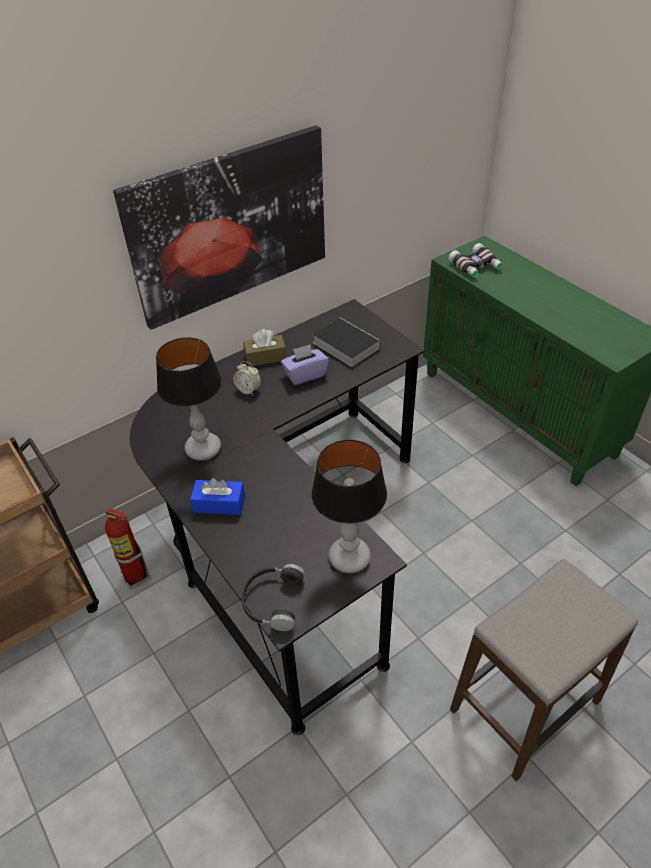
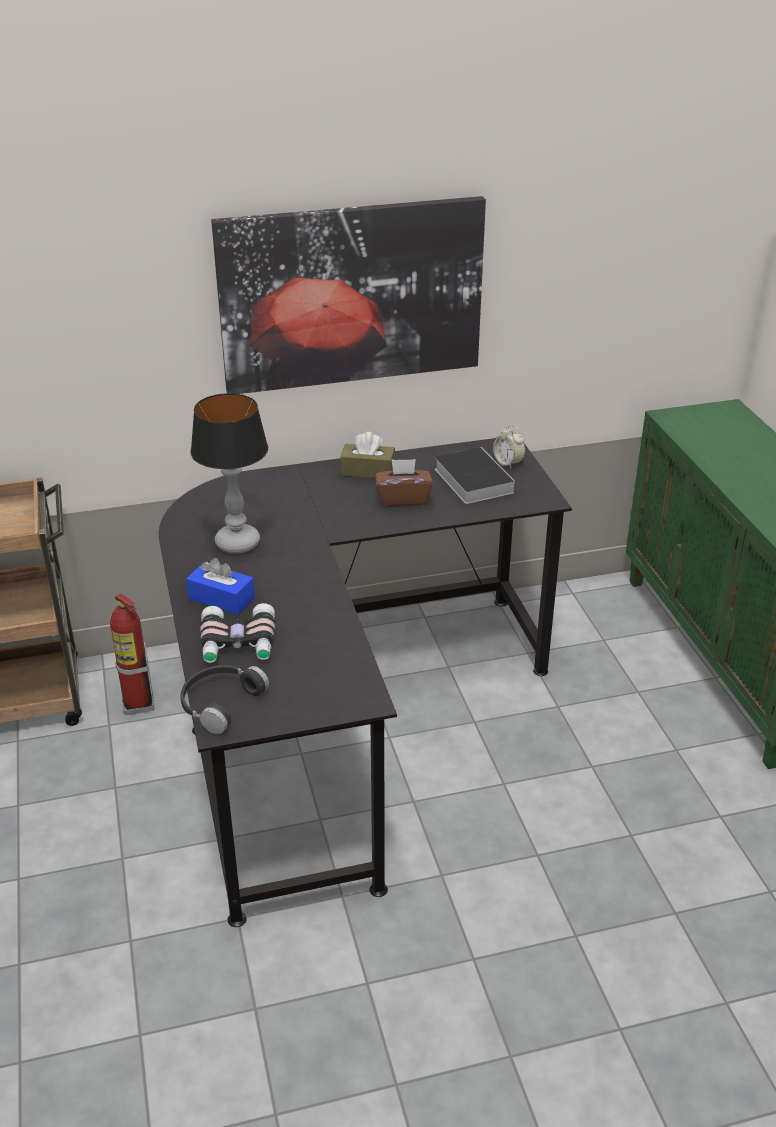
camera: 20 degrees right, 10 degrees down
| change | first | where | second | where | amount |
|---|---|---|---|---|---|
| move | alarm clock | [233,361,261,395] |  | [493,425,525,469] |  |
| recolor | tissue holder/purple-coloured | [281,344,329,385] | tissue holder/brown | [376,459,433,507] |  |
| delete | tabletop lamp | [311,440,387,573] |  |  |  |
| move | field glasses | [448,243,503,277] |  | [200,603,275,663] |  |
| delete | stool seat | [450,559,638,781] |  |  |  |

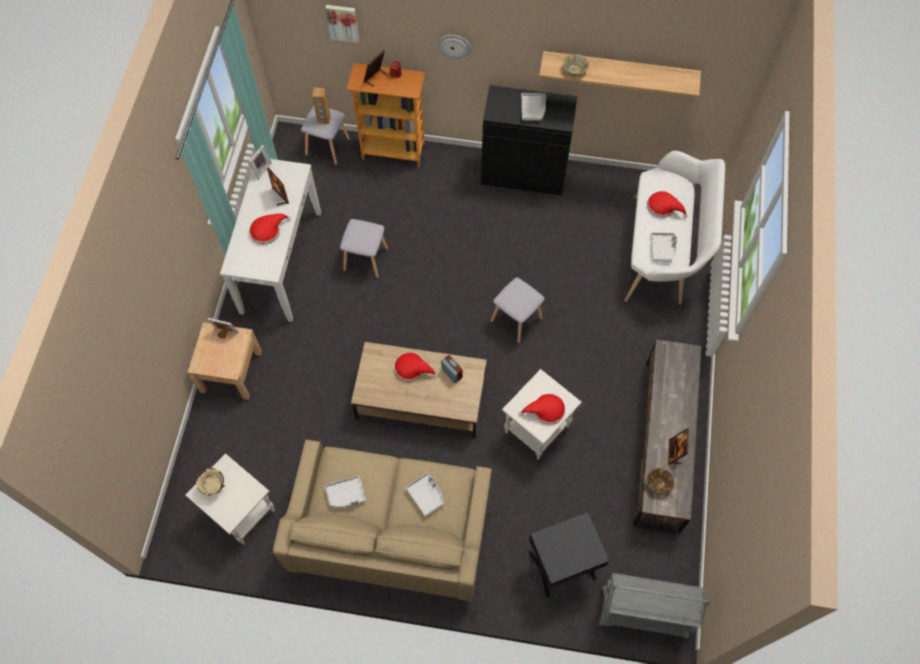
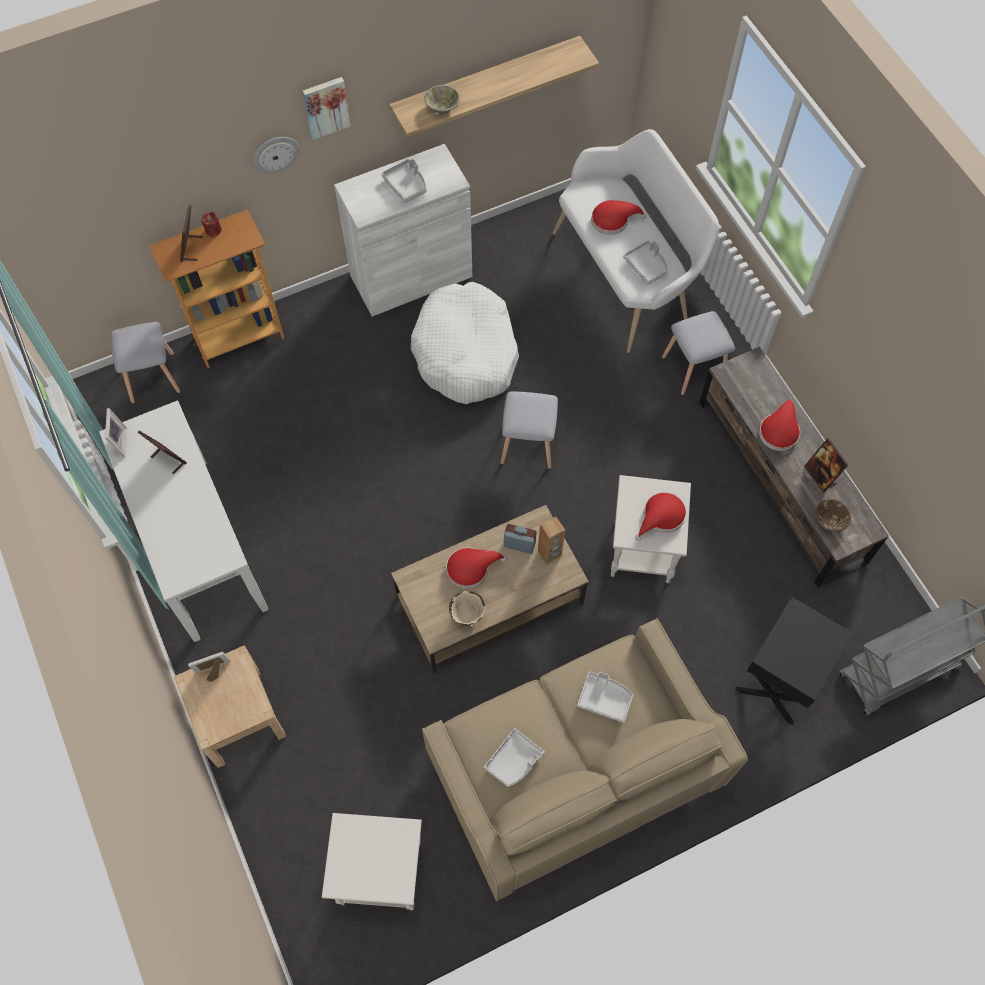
camera: 35 degrees left, 0 degrees up
| change | first | where | second | where | amount |
|---|---|---|---|---|---|
| move | serving bowl/beige-coloured | [196,468,225,496] |  | [449,591,485,628] |  |
| move | wearable hat/red | [249,213,291,245] |  | [759,400,800,451] |  |
| move | audio speaker/brown | [312,87,331,124] |  | [538,516,565,564] |  |
| move | picture | [325,5,359,43] |  | [303,77,351,140] |  |
| move | stool seat/grey | [340,219,388,279] |  | [662,311,735,395] |  |
| recolor | storage cabinet/blackish | [481,85,577,195] | storage cabinet/white | [334,144,472,317] |  |
| insert |  |  | dog cushion/white | [411,282,519,404] |  |

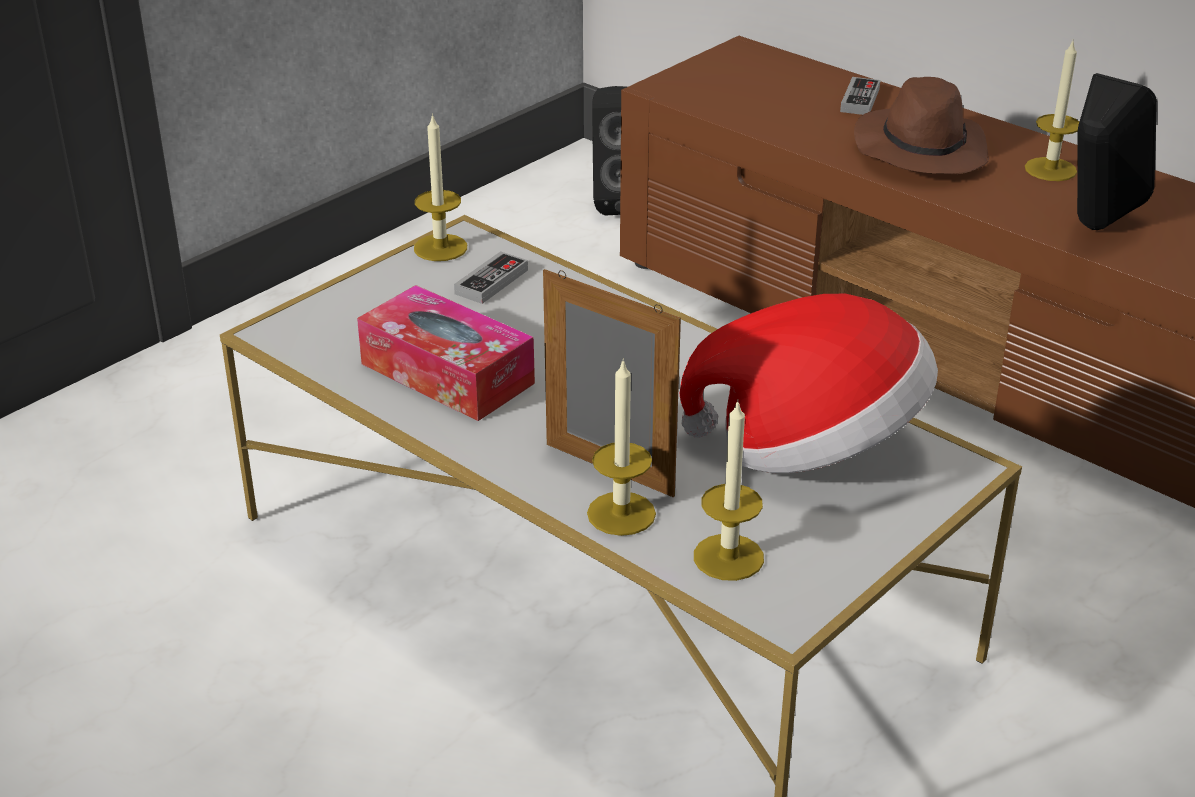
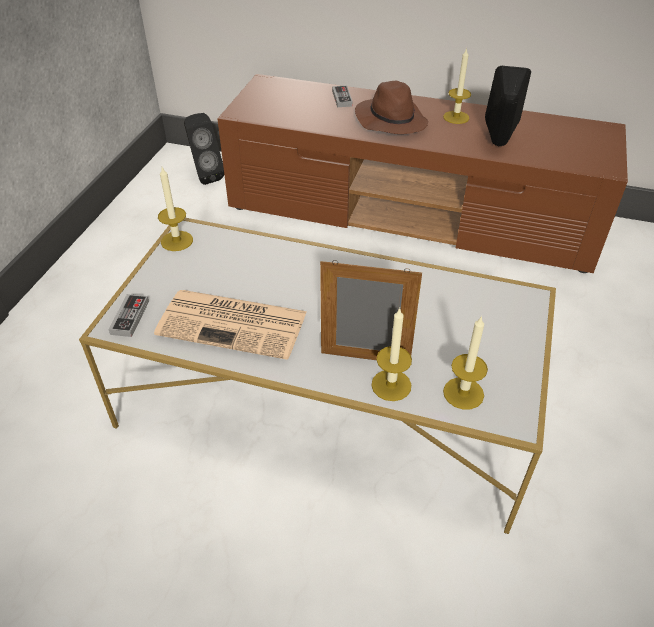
camera: 25 degrees left, 10 degrees up
| change | first | where | second | where | amount |
|---|---|---|---|---|---|
| replace | tissue holder | [357,285,535,421] | printed paper | [154,290,307,360] |  |
| move | game controller | [454,251,528,304] |  | [108,294,149,337] |  |
| delete | wearable hat | [680,294,938,473] |  |  |  |

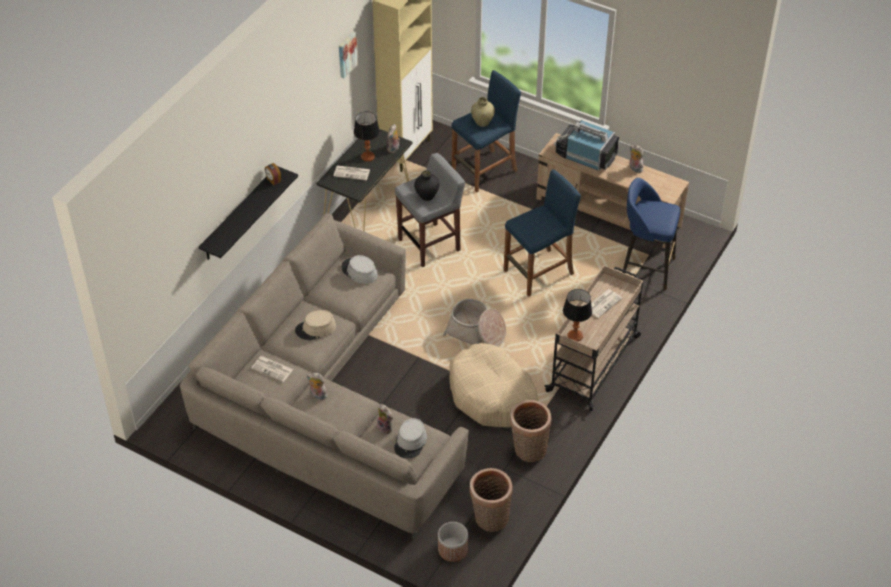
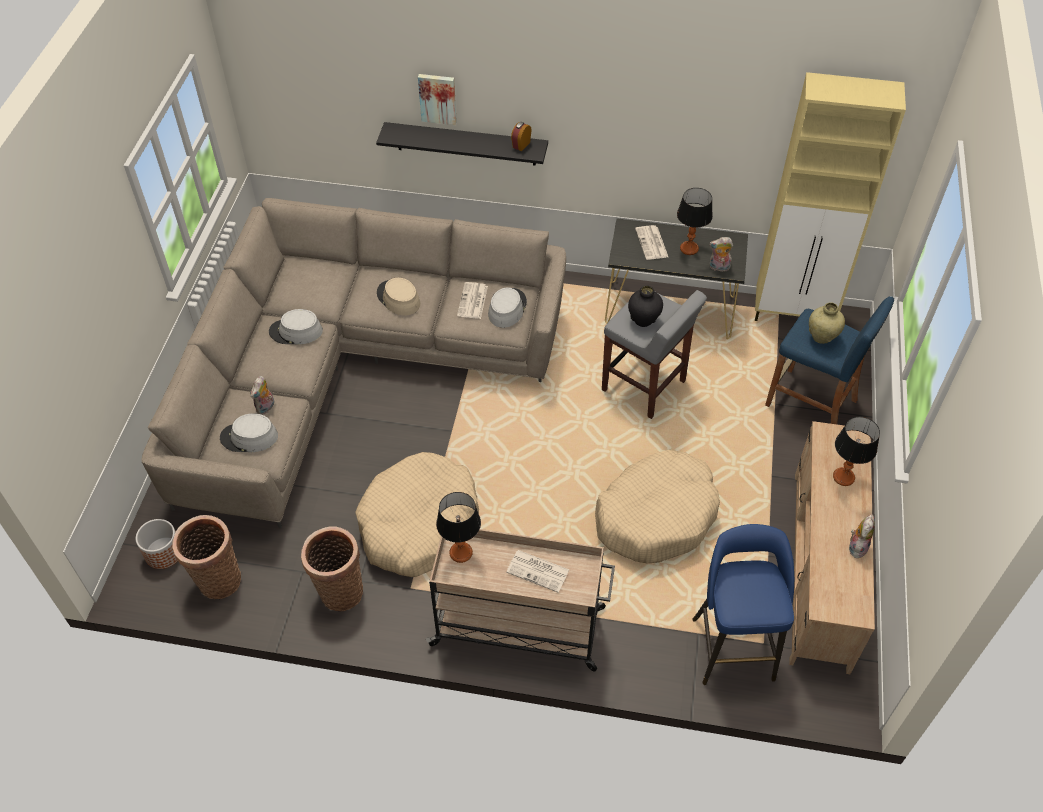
camera: 70 degrees right, 5 degrees up
| change | first | where | second | where | amount |
|---|---|---|---|---|---|
| move | printed paper | [251,356,293,382] |  | [457,282,488,319] |  |
| replace | cuddly toy | [307,373,328,400] | wearable hat/grey | [269,309,323,345] |  |
| move | picture | [339,31,358,78] |  | [418,74,457,125] |  |
| delete | household basket | [443,299,506,347] |  |  |  |
| replace | stool seat/blue | [504,169,581,297] | dog cushion/beige-coloured | [595,449,720,563] |  |
| replace | TV | [554,120,619,171] | tabletop lamp | [833,417,880,486] |  |

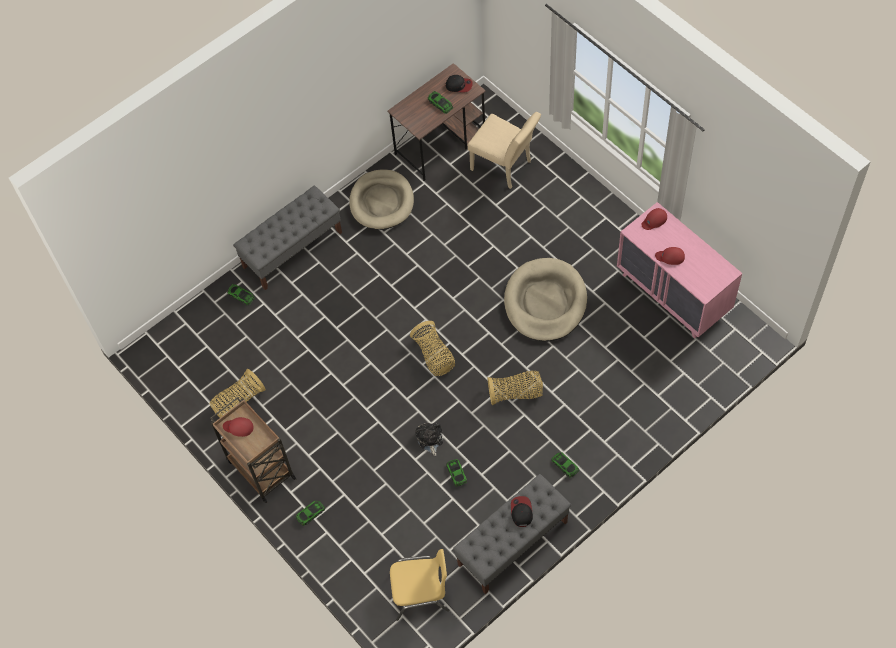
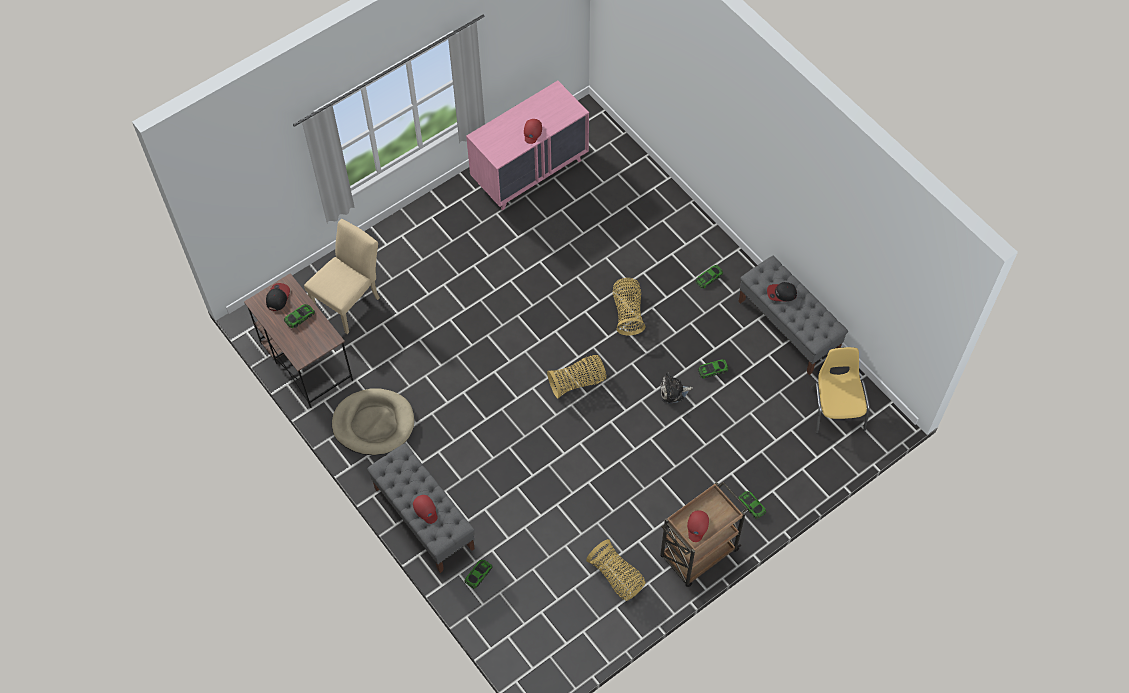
camera: 90 degrees left, 0 degrees up
| change | first | where | second | where | amount |
|---|---|---|---|---|---|
| delete | dog cushion/beige-coloured | [504,258,587,342] |  |  |  |
| move | cap/red | [641,208,667,230] |  | [413,495,438,524] |  |

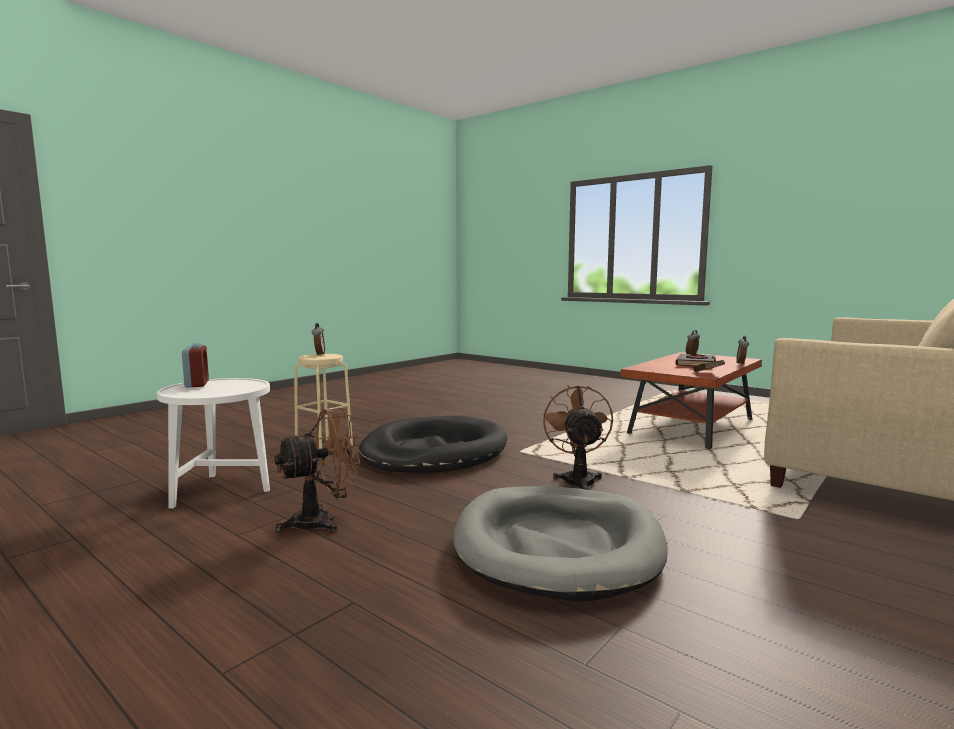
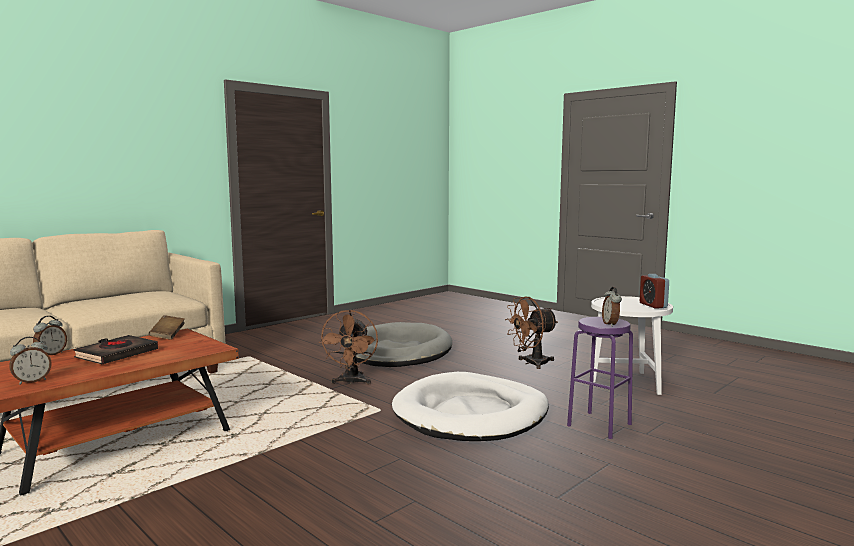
camera: 175 degrees left, 0 degrees up
| change | first | where | second | where | amount |
|---|---|---|---|---|---|
| recolor | stool seat/beige-coloured | [294,354,353,449] | stool seat/purple-coloured | [567,317,633,439] |  |
| recolor | dog cushion/blackish | [359,416,507,473] | dog cushion/white | [392,372,549,441] |  |

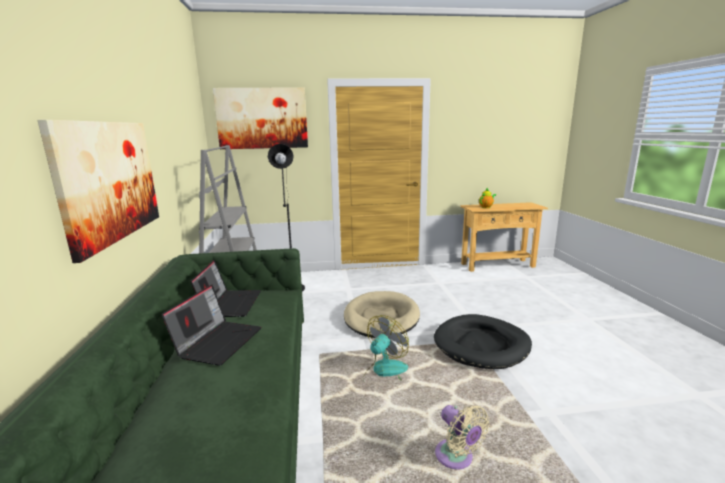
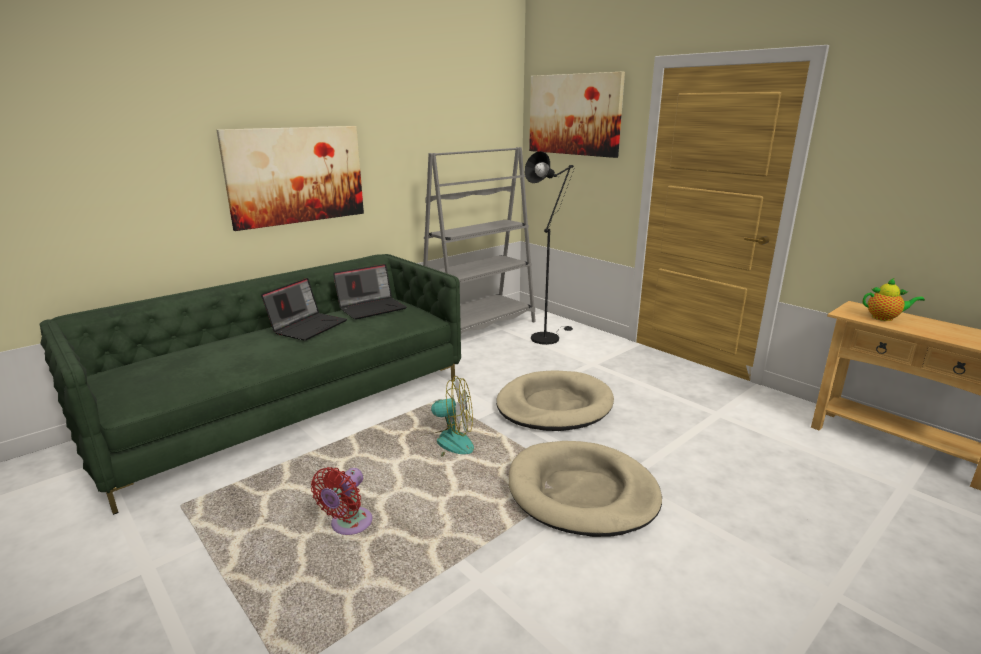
camera: 55 degrees right, 5 degrees up
| change | first | where | second | where | amount |
|---|---|---|---|---|---|
| rotate | laptop | [161,284,261,366] |  | [261,278,347,341] | 45 degrees counterclockwise |
| recolor | dog cushion/blackish | [434,314,532,369] | dog cushion/beige-coloured | [509,441,662,537] |  |
| recolor | electric fan/beige-coloured | [435,405,489,470] | electric fan/red | [311,467,372,535] |  |

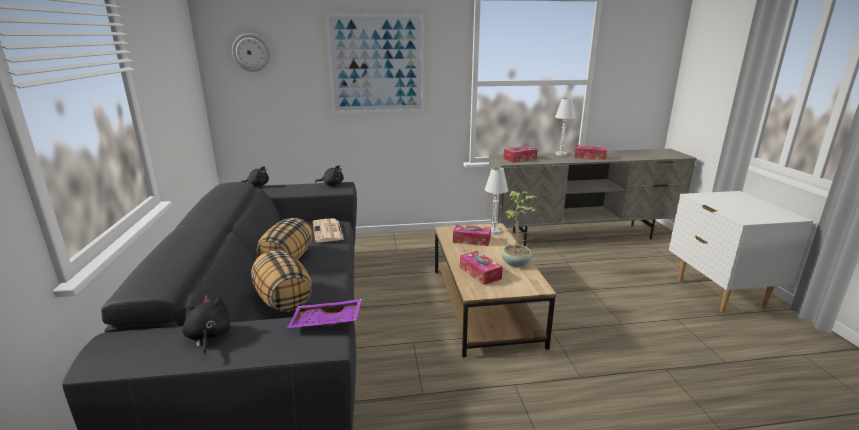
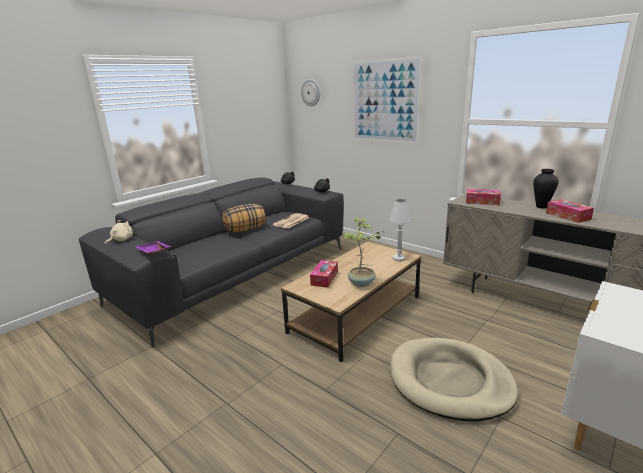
camera: 50 degrees right, 0 degrees up
| change | first | where | second | where | amount |
|---|---|---|---|---|---|
| recolor | cuddly toy/blackish | [182,295,230,354] | cuddly toy/beige-coloured | [105,220,133,245] |  |
| delete | cushion | [251,250,312,312] |  |  |  |
| delete | tissue holder | [453,224,491,246] |  |  |  |
| replace | tabletop lamp/white | [555,98,575,156] | vase | [533,169,559,209] |  |
| insert |  |  | dog cushion/beige-coloured | [390,338,518,421] |  |

